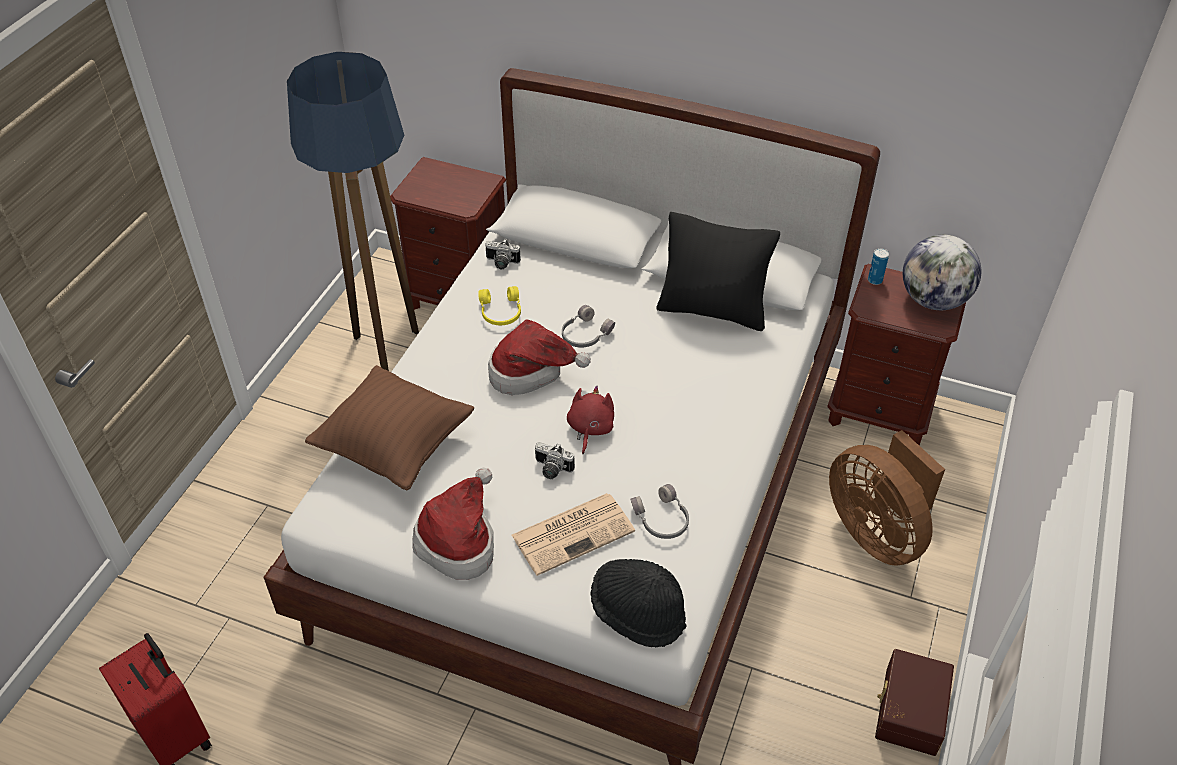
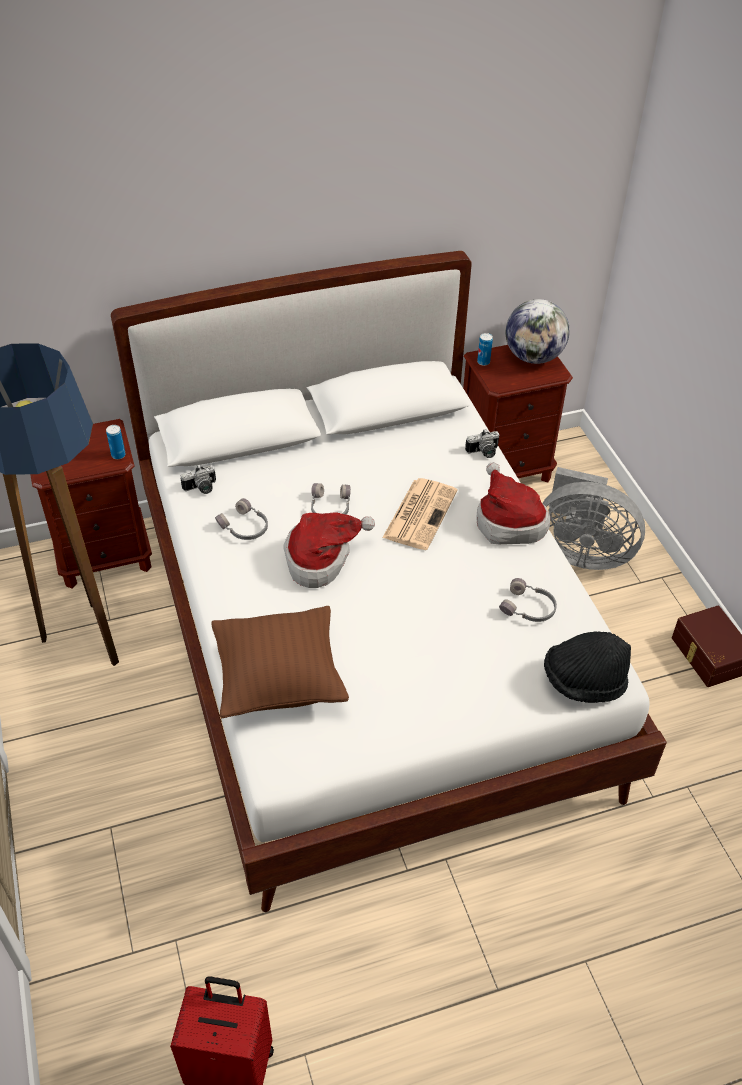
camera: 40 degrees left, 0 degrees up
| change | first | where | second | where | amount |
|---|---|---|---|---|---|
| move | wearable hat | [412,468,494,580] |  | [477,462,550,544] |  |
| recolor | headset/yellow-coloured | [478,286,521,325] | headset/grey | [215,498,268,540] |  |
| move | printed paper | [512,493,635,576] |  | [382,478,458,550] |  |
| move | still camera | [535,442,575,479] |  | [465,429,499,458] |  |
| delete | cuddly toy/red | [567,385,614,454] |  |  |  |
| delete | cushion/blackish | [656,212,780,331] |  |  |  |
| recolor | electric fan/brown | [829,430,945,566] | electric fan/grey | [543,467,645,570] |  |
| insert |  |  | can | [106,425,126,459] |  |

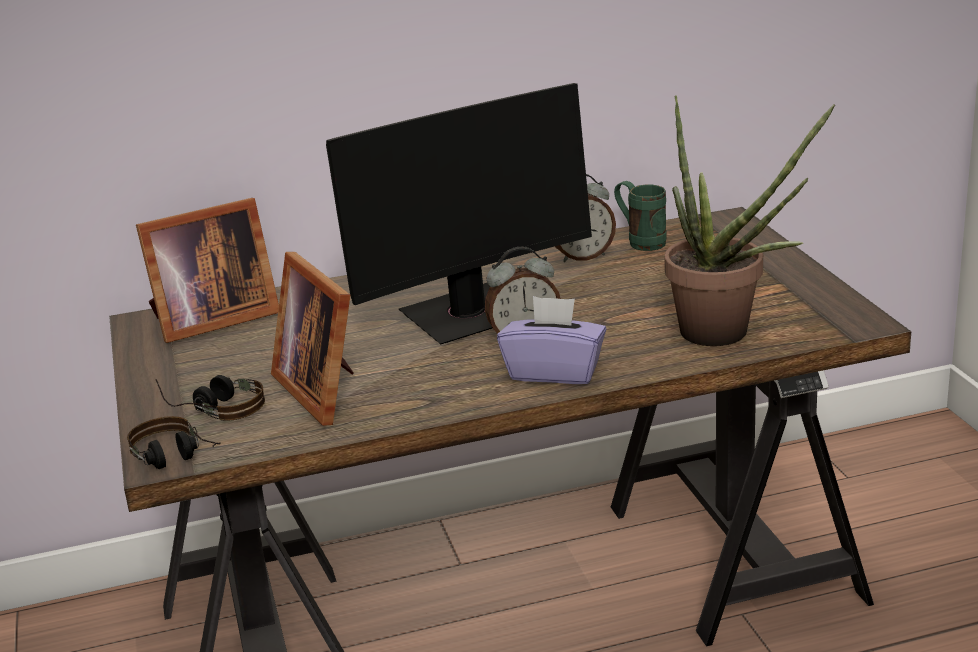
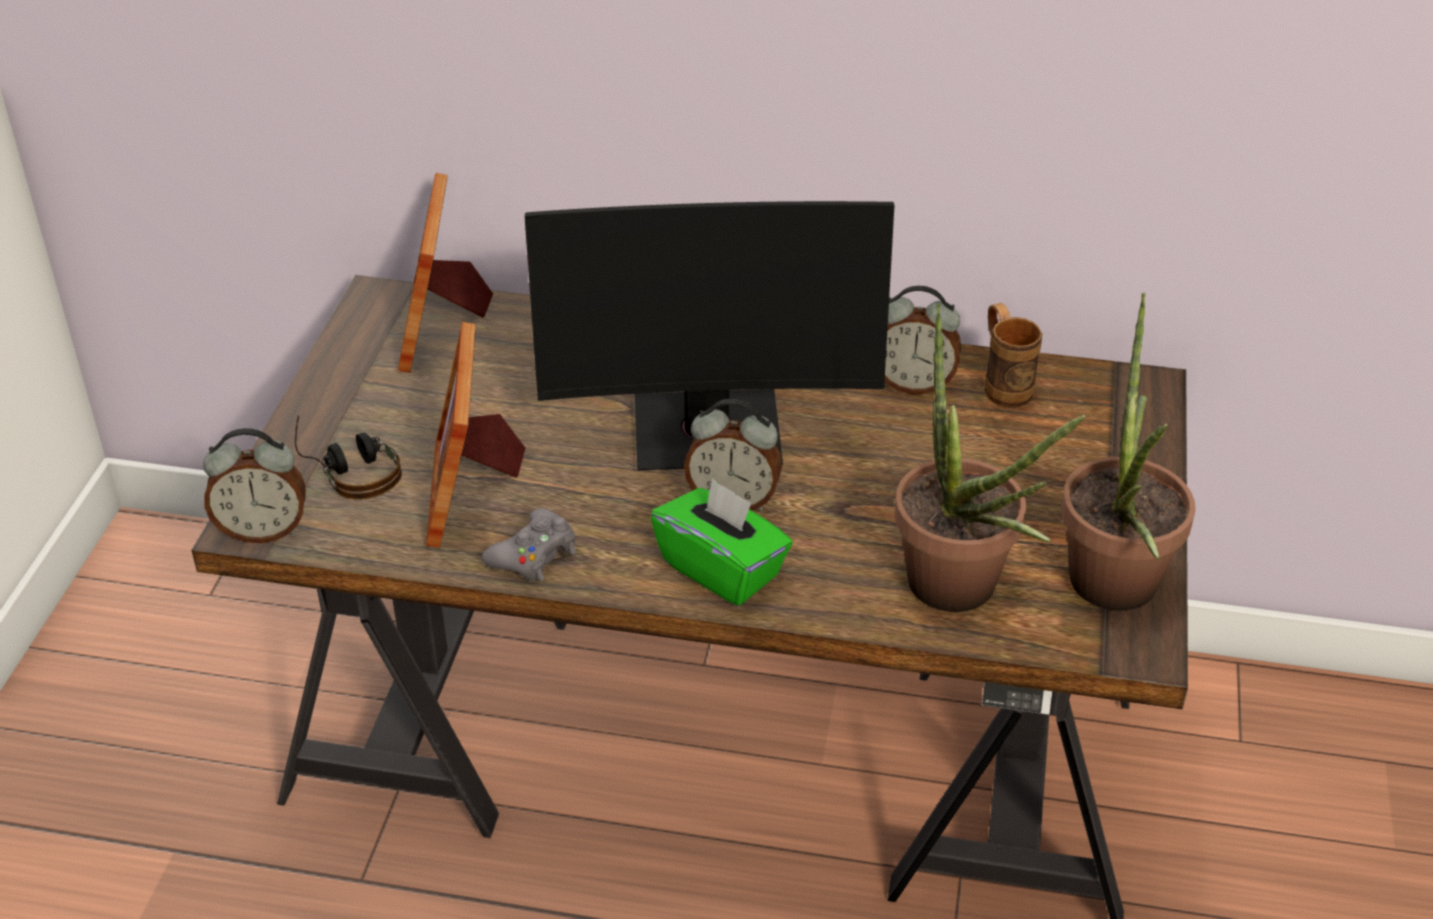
camera: 25 degrees right, 15 degrees up
| change | first | where | second | where | amount |
|---|---|---|---|---|---|
| replace | headset | [127,416,221,469] | alarm clock | [203,428,306,543] |  |
| rotate | picture frame | [136,198,279,343] |  | [398,173,493,373] | 90 degrees clockwise |
| recolor | tissue holder/purple-coloured | [497,296,607,384] | tissue holder/green-coloured | [651,478,793,606] |  |
| recolor | mug/green-coloured | [614,181,667,251] | mug/brown | [984,303,1042,408] |  |
| insert |  |  | game controller/grey | [482,508,576,581] |  |
| insert |  |  | potted plant | [1061,293,1195,611] |  |

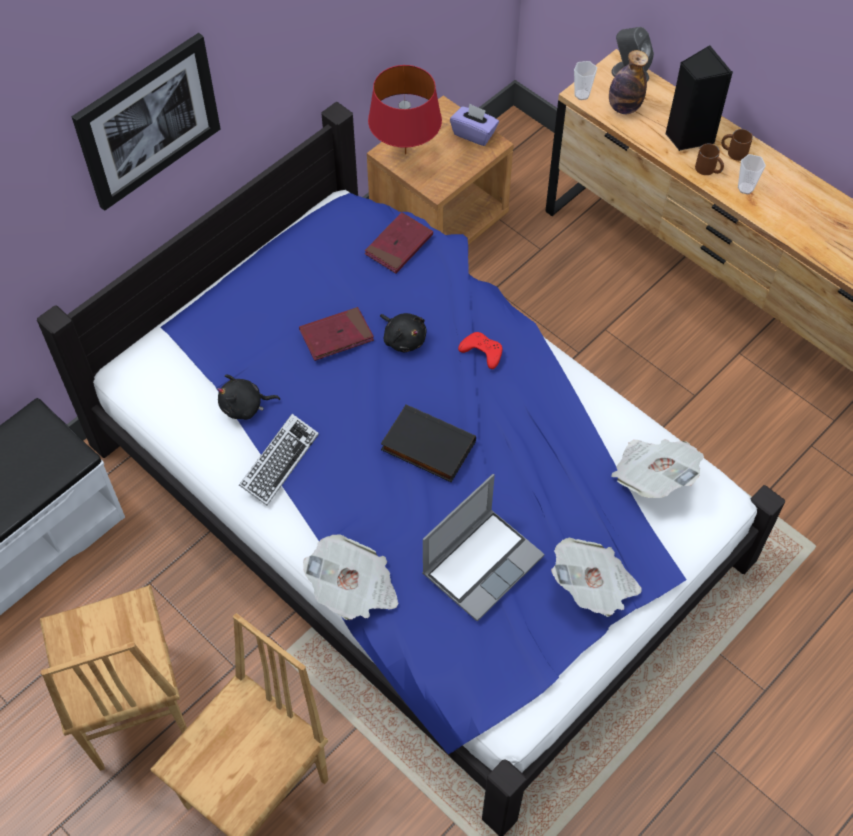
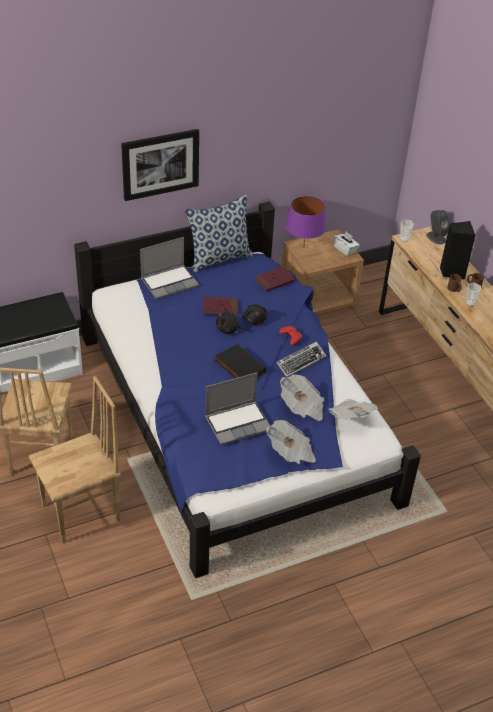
camera: 20 degrees right, 15 degrees down
| change | first | where | second | where | amount |
|---|---|---|---|---|---|
| move | cuddly toy/blackish | [217,375,280,420] |  | [216,308,248,334] |  |
| move | PC keyboard | [239,414,319,505] |  | [276,342,326,377] |  |
| move | printed paper | [303,534,399,620] |  | [280,374,324,421] |  |
| recolor | tabletop lamp/red | [368,65,442,154] | tabletop lamp/purple-coloured | [286,196,326,248] |  |
| recolor | tissue holder/purple-coloured | [450,103,499,146] | tissue holder/white | [333,232,360,256] |  |
| delete | bottle | [609,50,648,114] |  |  |  |
| insert |  |  | laptop | [140,237,199,299] |  |
| insert |  |  | cushion | [185,194,253,273] |  |

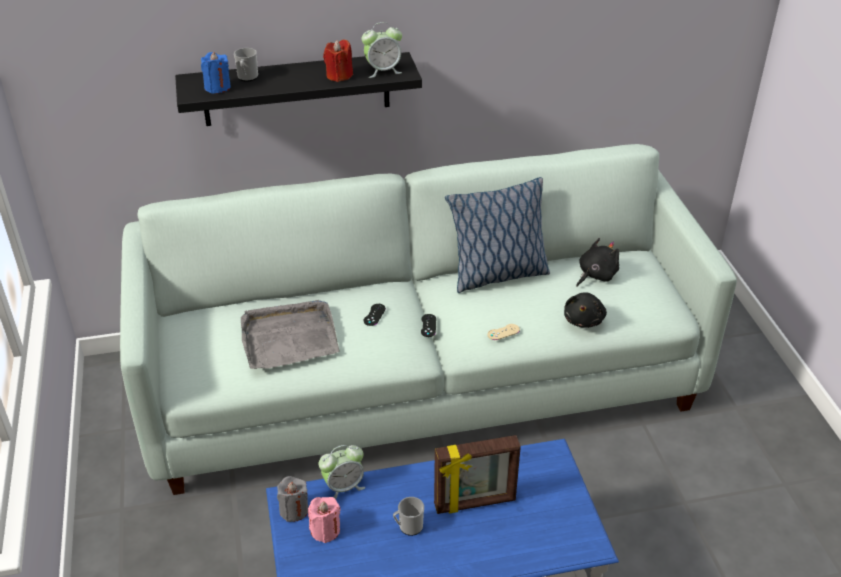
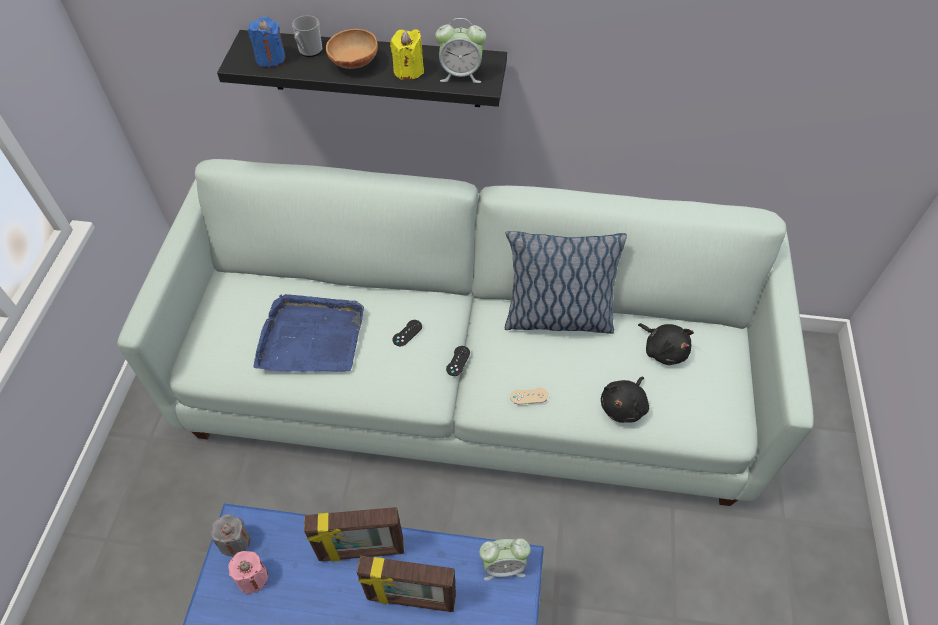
camera: 20 degrees right, 15 degrees up
| change | first | where | second | where | amount |
|---|---|---|---|---|---|
| recolor | tray/grey | [241,300,339,369] | tray/blue | [253,294,364,372] |  |
| move | alarm clock | [319,445,365,499] |  | [479,538,531,580] |  |
| recolor | wax light/red | [323,39,353,82] | wax light/yellow-coloured | [390,29,424,80] |  |
| delete | mug | [393,497,424,536] |  |  |  |
| rotate | cuddly toy/blackish | [576,238,619,287] |  | [638,323,694,365] | 75 degrees clockwise |
| insert |  |  | picture frame | [304,507,404,562] |  |
| insert |  |  | serving bowl/brown | [326,29,378,69] |  |

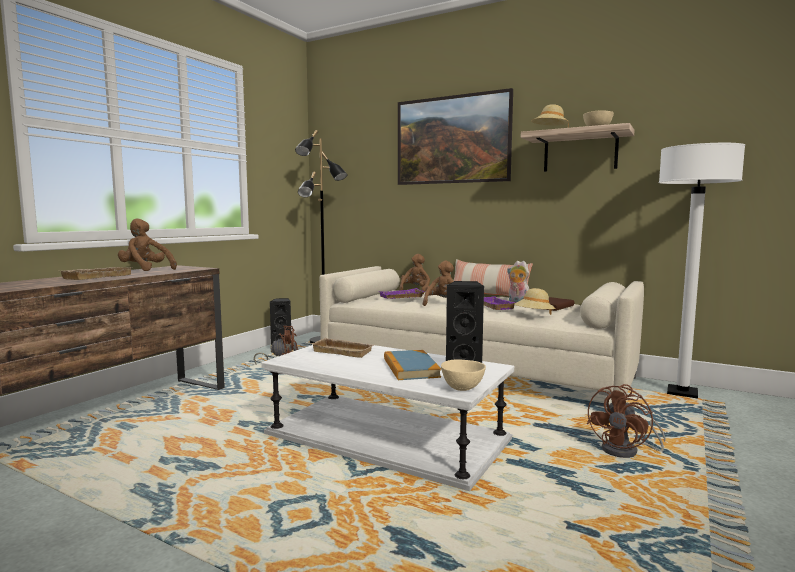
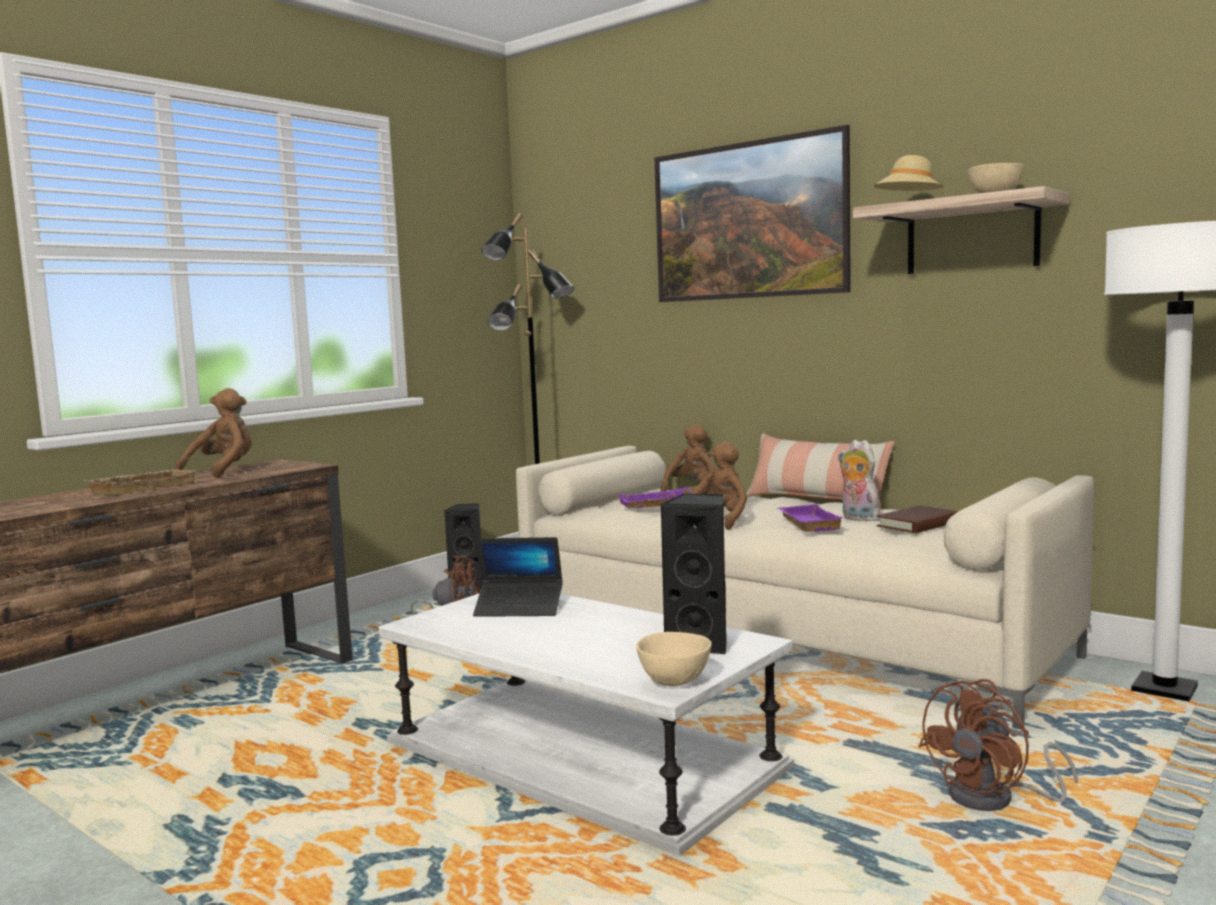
camera: 10 degrees right, 0 degrees up
| change | first | where | second | where | amount |
|---|---|---|---|---|---|
| rotate | cuddly toy/brown | [118,218,177,271] |  | [175,388,252,478] | 75 degrees clockwise |
| replace | tray/beige-coloured | [310,338,374,358] | laptop | [473,537,563,617] |  |
| delete | volume | [384,350,441,380] |  |  |  |
| delete | wearable hat/beige-coloured | [514,288,555,315] |  |  |  |

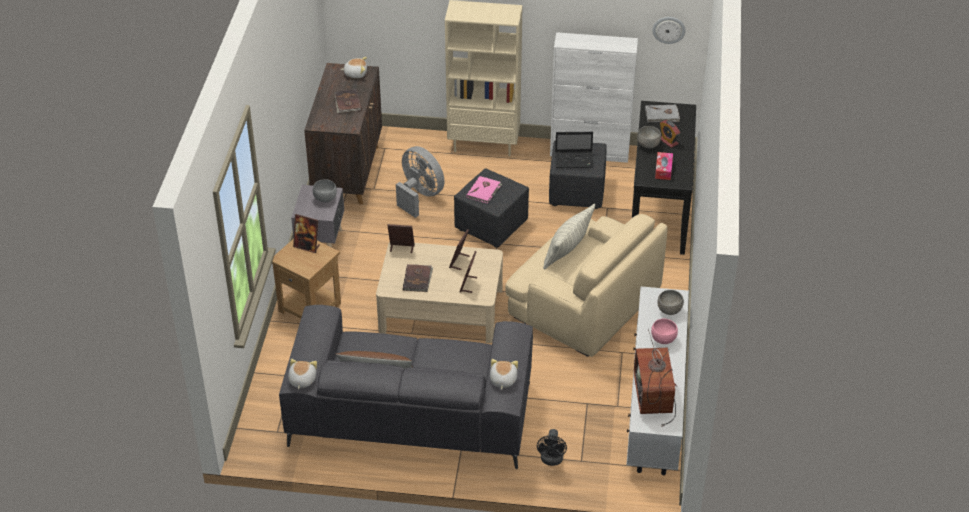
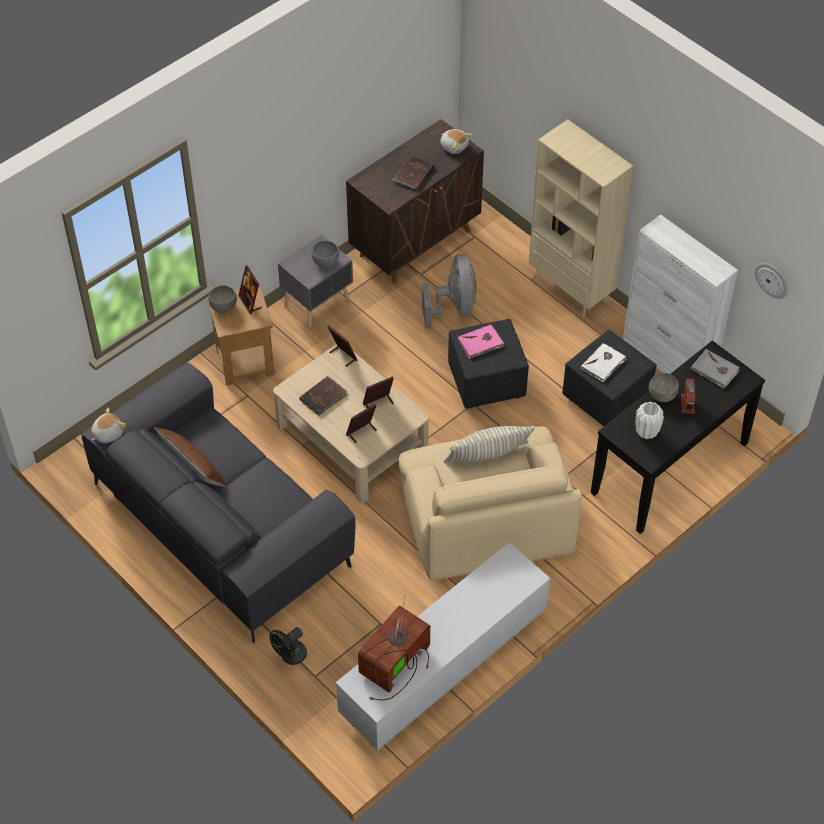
camera: 40 degrees right, 10 degrees up
| change | first | where | second | where | amount |
|---|---|---|---|---|---|
| delete | cuddly toy | [490,359,518,390] |  |  |  |
| replace | laptop | [555,132,594,168] | volume/white | [581,343,627,382] |  |
| delete | serving bowl/pink | [651,319,678,344] |  |  |  |
| replace | tissue holder | [655,152,673,180] | vase/white | [635,402,664,439] |  |
| move | serving bowl/grey | [657,290,684,315] |  | [208,285,237,313] |  |

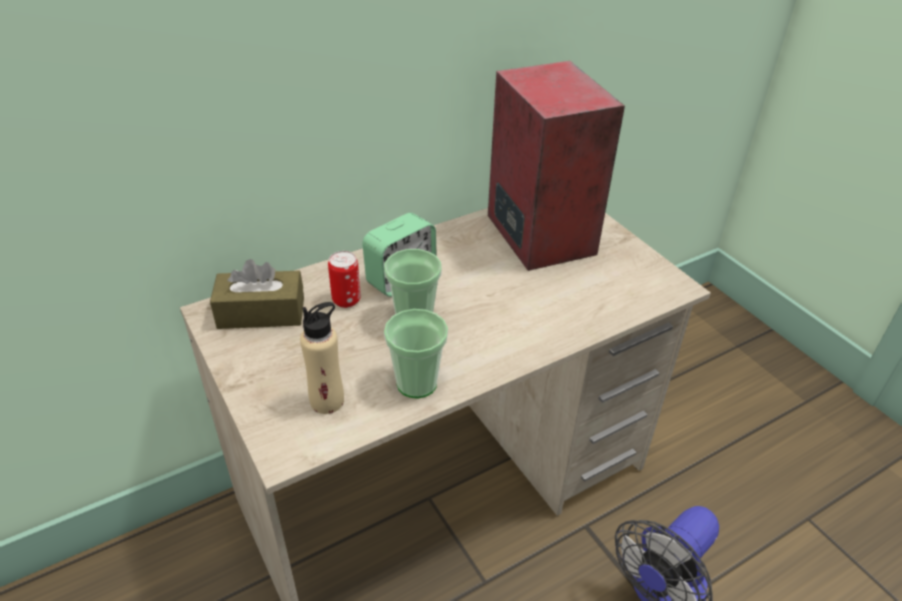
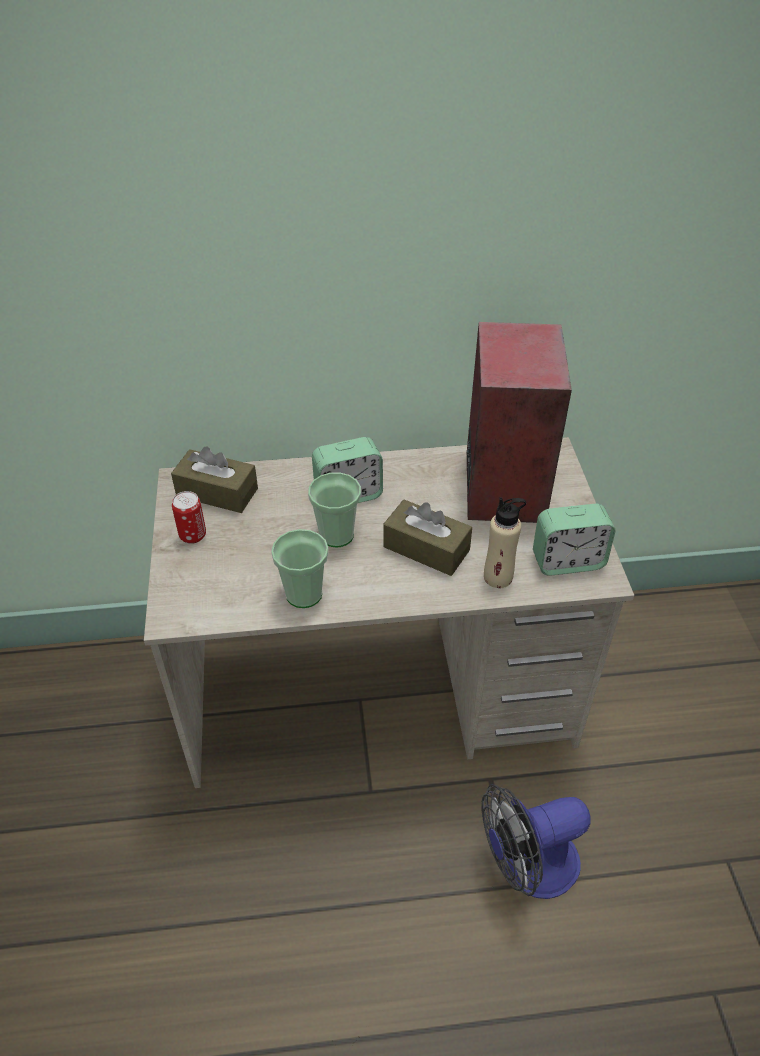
camera: 25 degrees right, 5 degrees up
| change | first | where | second | where | amount |
|---|---|---|---|---|---|
| move | bottle/beige-coloured | [300,302,344,414] |  | [484,497,526,588] |  |
| move | can | [328,251,361,308] |  | [172,491,206,544] |  |
| insert |  |  | tissue holder/brown | [383,499,472,576] |  |
| insert |  |  | alarm clock | [533,504,616,576] |  |

